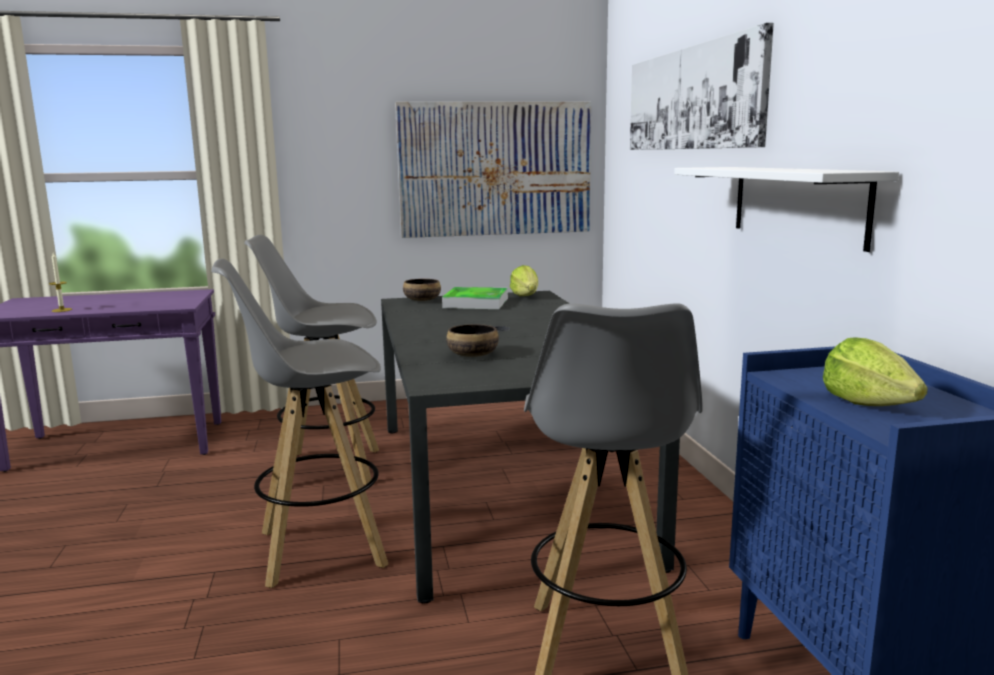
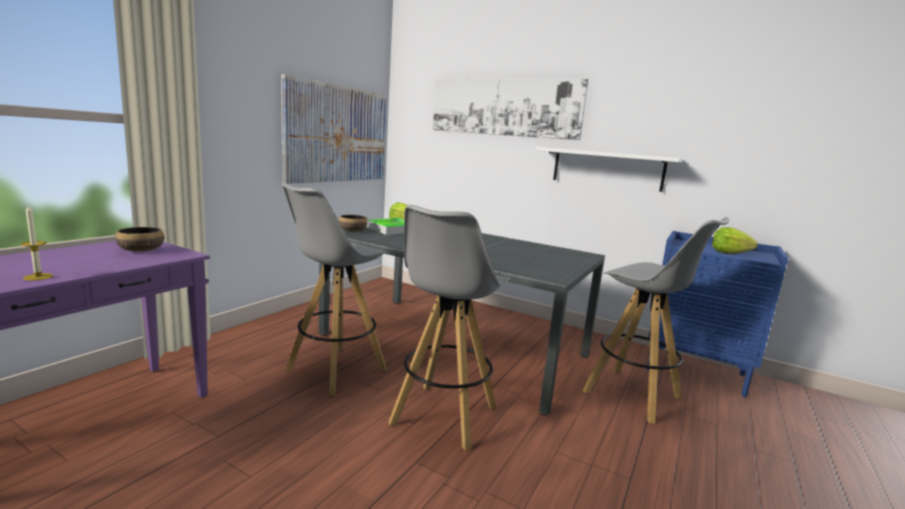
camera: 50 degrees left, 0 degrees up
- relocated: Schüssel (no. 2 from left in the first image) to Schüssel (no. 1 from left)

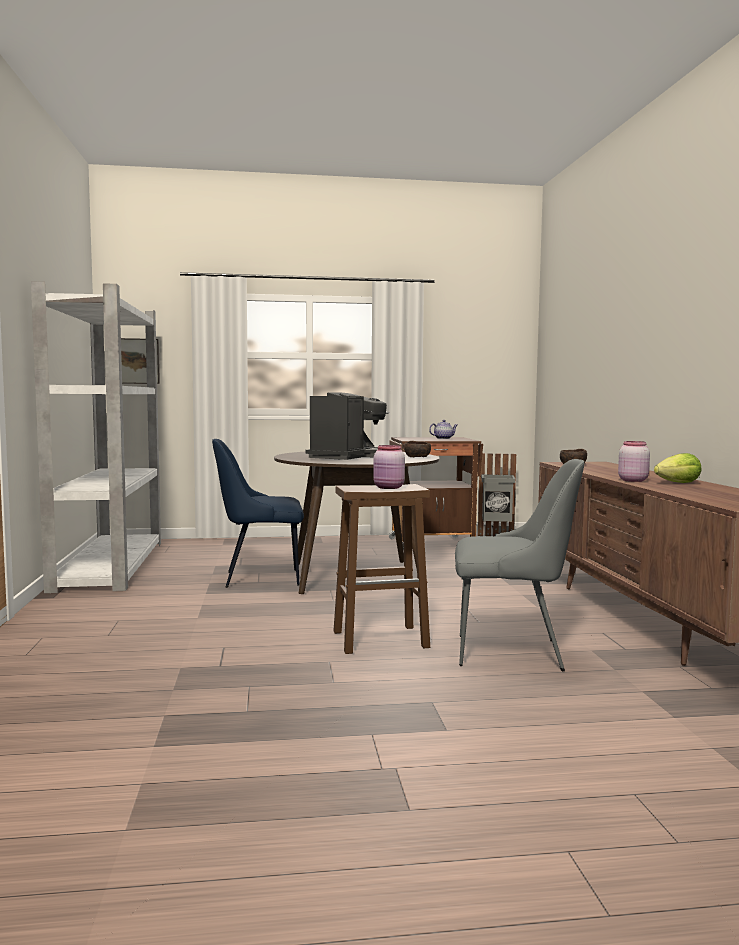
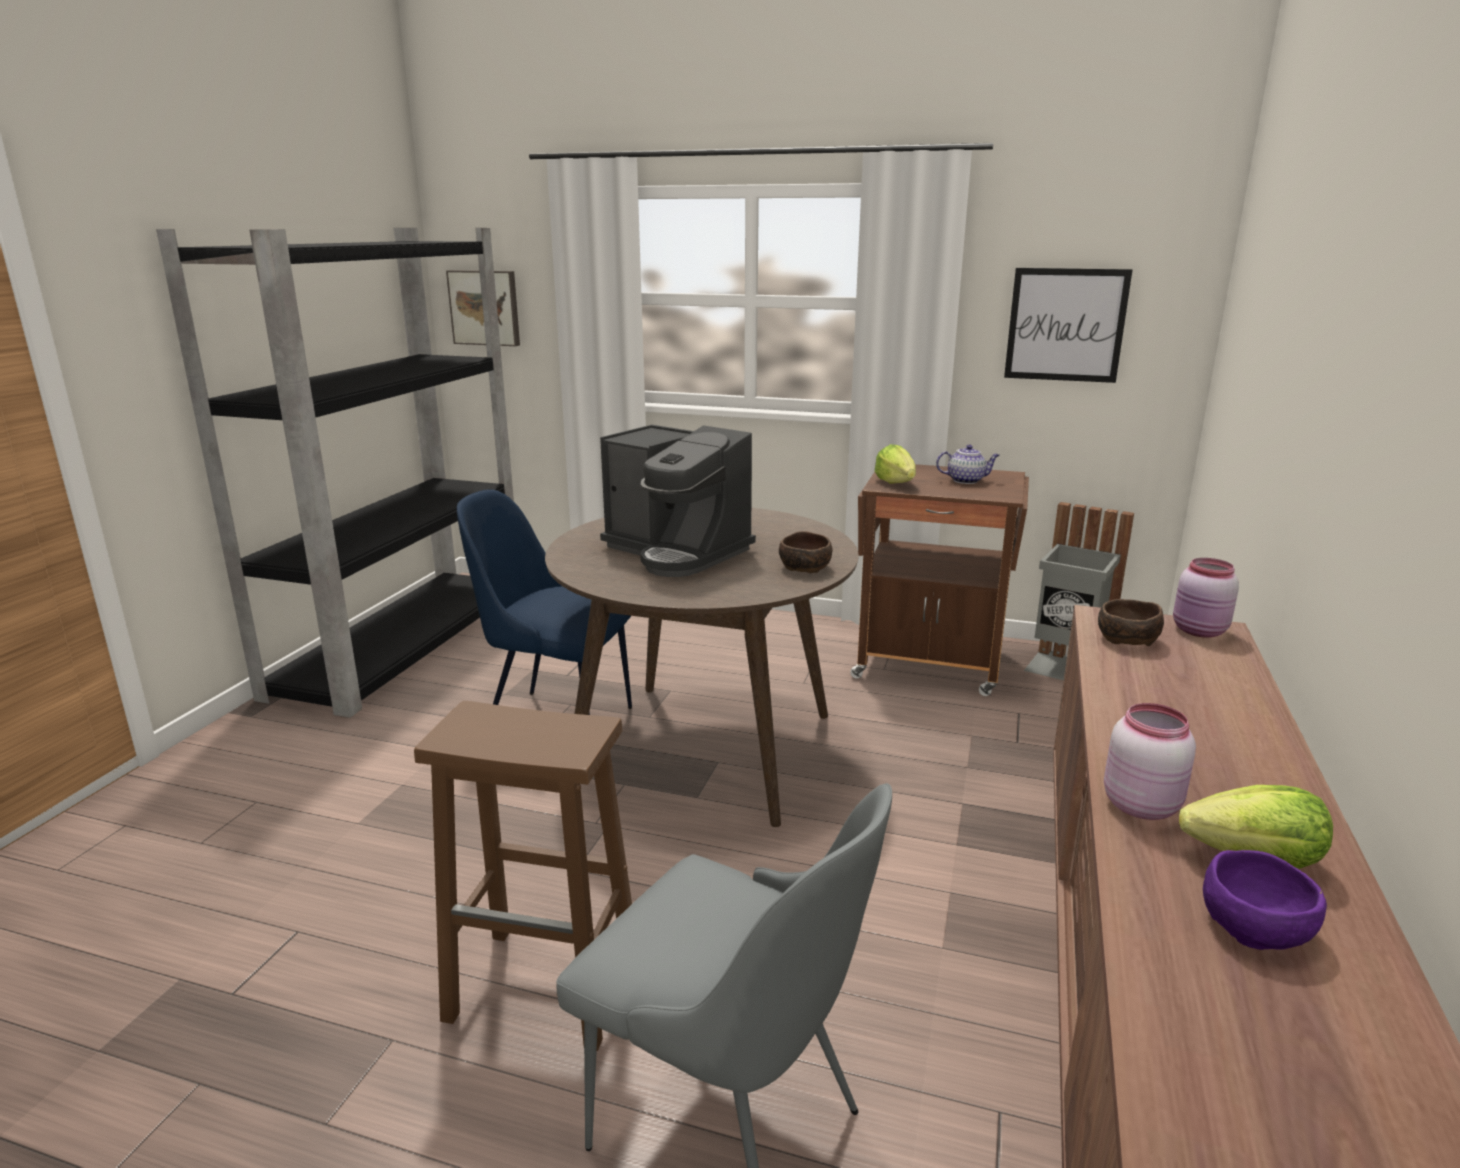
camera: 25 degrees right, 15 degrees up
- appeared: Salatkopf (no. 1 from left)
- appeared: Bild (no. 2 from left)
- appeared: Schüssel [lila]
- relocated: Vorratsglas [rosa] (no. 1 from left in the first image) to Vorratsglas [rosa] (no. 2 from left)
- colour: Bücherregal [weiß] to Bücherregal [schwarz]
- spun: Kaffeemaschine 75 degrees clockwise

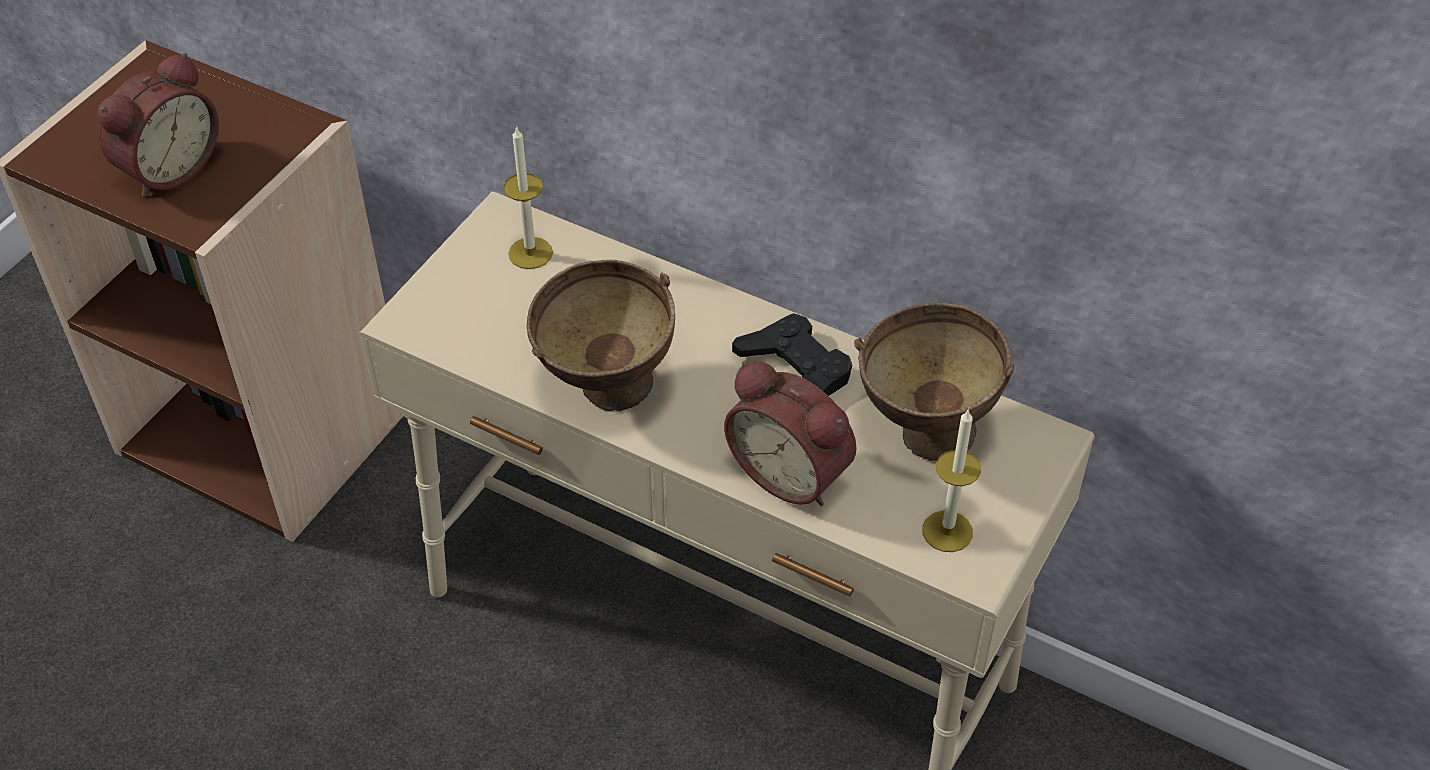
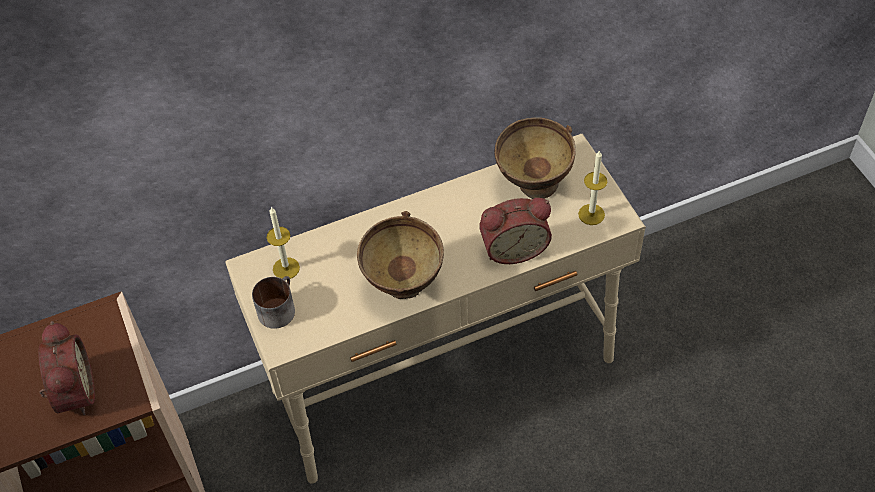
camera: 50 degrees left, 5 degrees up
- missing: Gamepad [schwarz]
- appeared: Henkelbecher

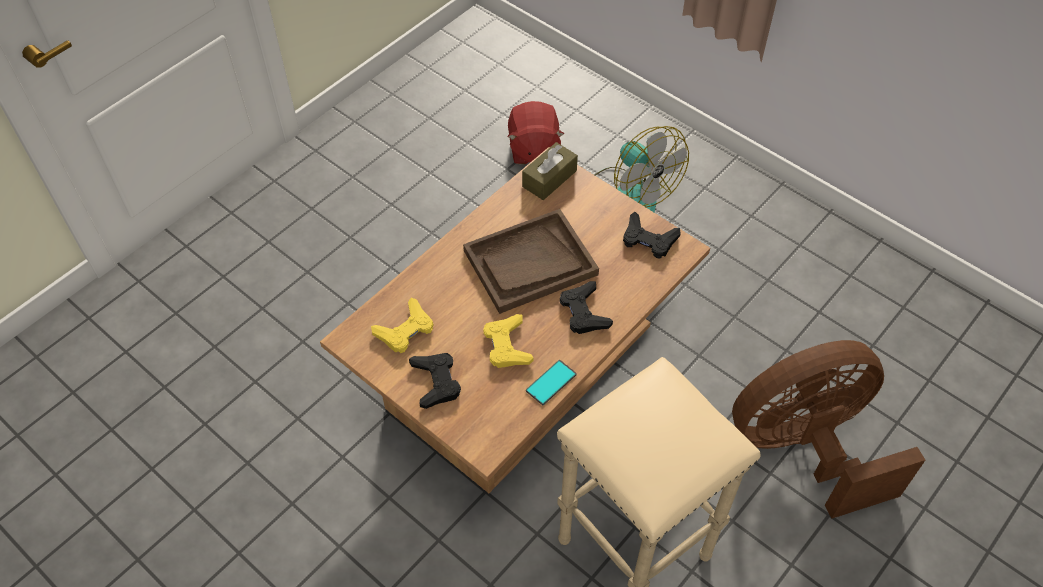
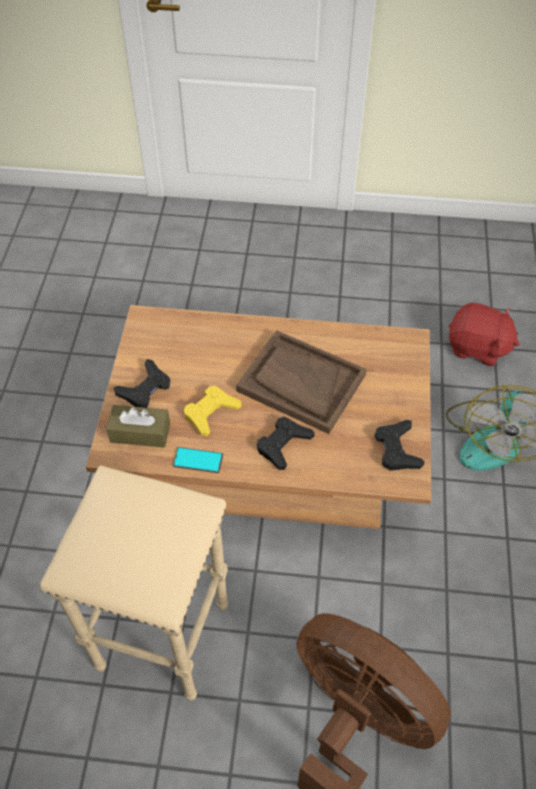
camera: 55 degrees right, 0 degrees up
- missing: Gamepad [gelb] (no. 1 from left)
- relocated: Taschentuchbox [braun]
- spun: Plüschtier [rot] 120 degrees counterclockwise

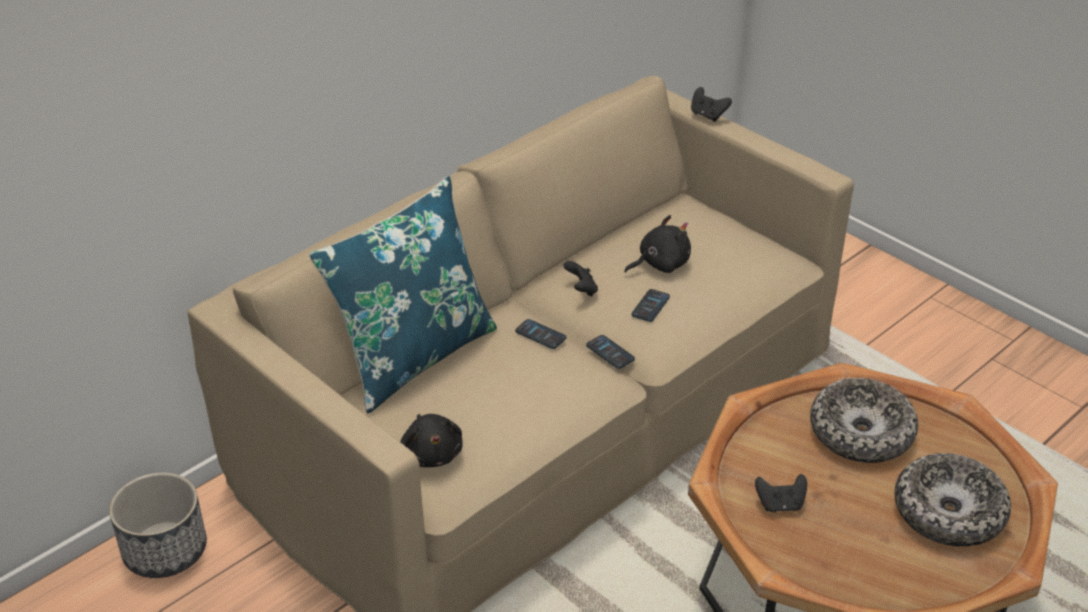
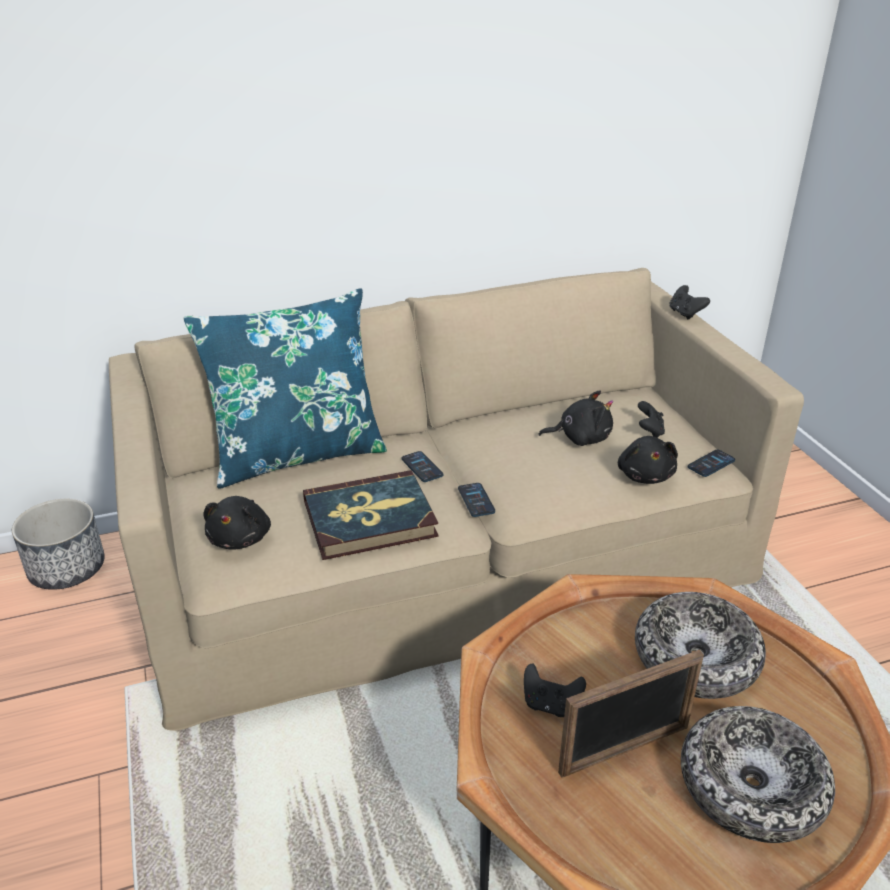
camera: 25 degrees right, 5 degrees down
- appeared: Buch
- appeared: Bilderrahmen
- appeared: Plüschtier [schwarz] (no. 3 from left)
- relocated: Gamepad [schwarz] (no. 1 from left in the first image) to Gamepad [schwarz] (no. 2 from left)
- relocated: Handy (no. 3 from left)

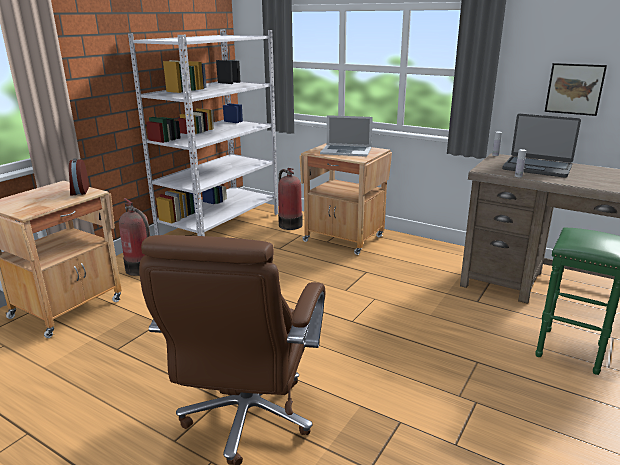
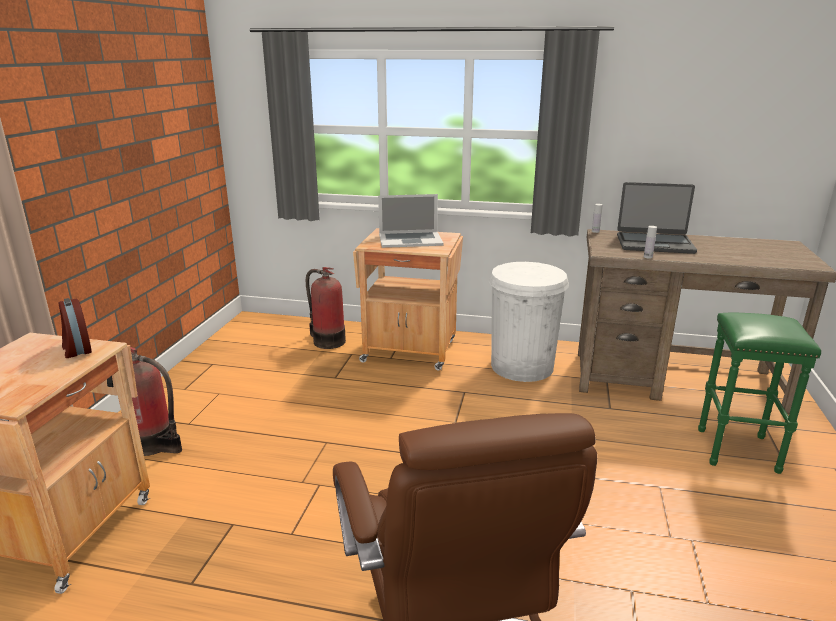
camera: 20 degrees left, 0 degrees up
- missing: Bücherregal [weiß]
- missing: Bild
- appeared: Mülleimer [weiß]

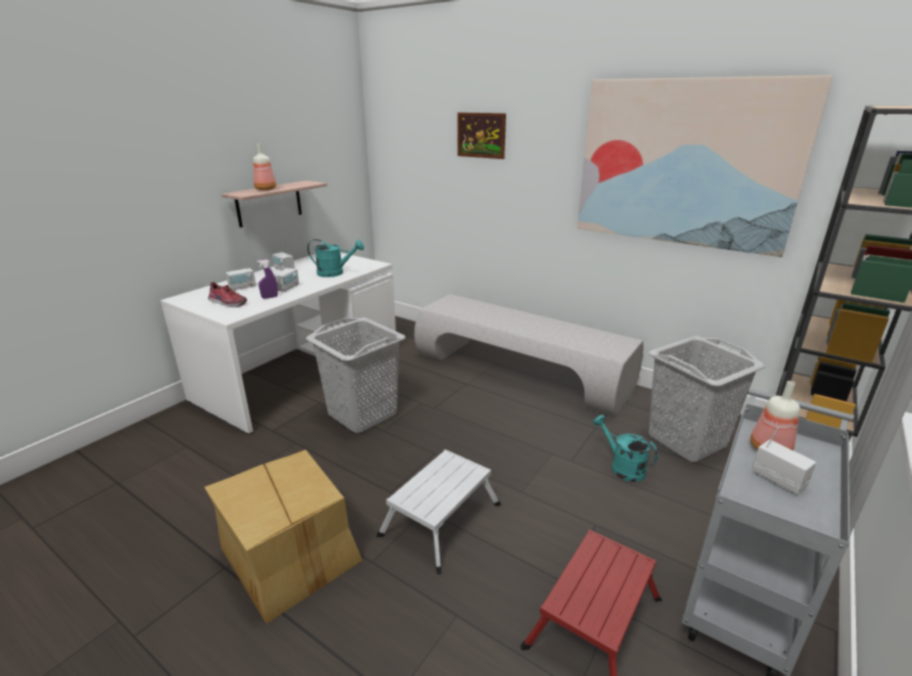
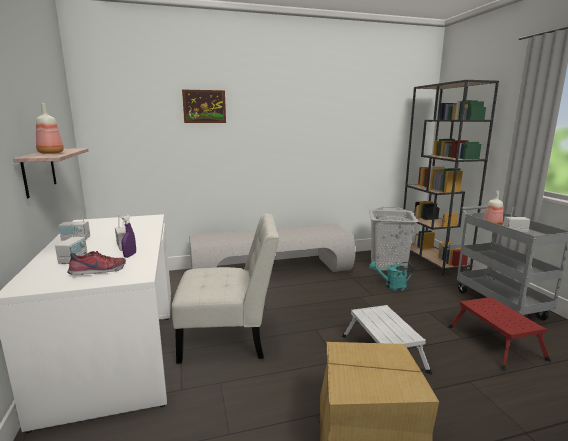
camera: 50 degrees left, 10 degrees down
- missing: Gießkanne [türkis] (no. 1 from left)
- missing: Bild (no. 2 from left)
- exchanged: Wäschekorb [grau] (no. 1 from left) to Stuhl [weiß]

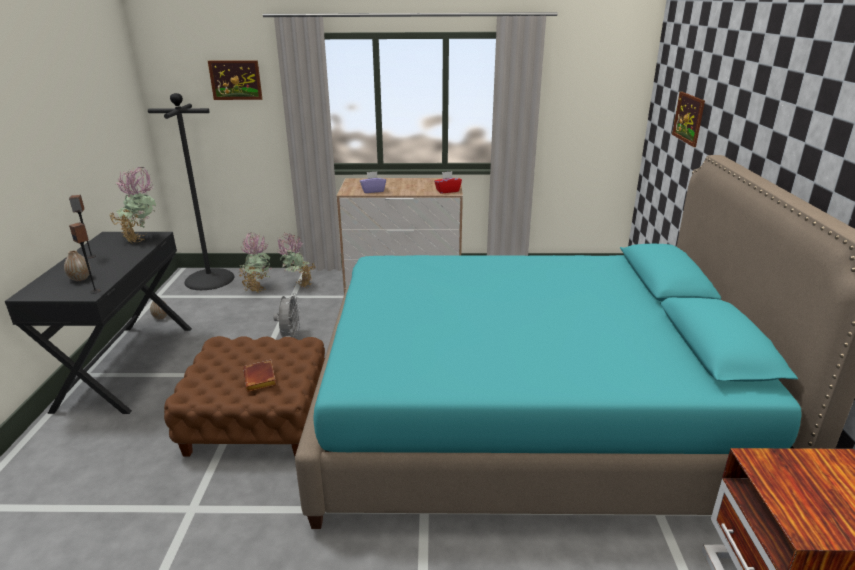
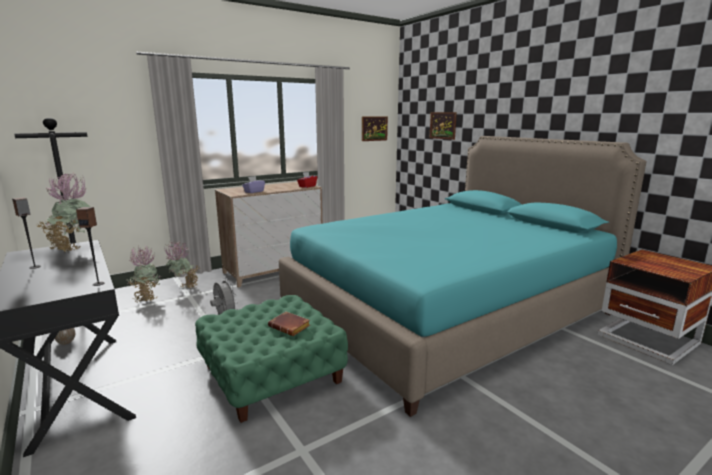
camera: 35 degrees left, 10 degrees down
- missing: Vase (no. 1 from left)
- relocated: Bild (no. 1 from left)
- colour: Polsterhocker [braun] to Polsterhocker [grün]

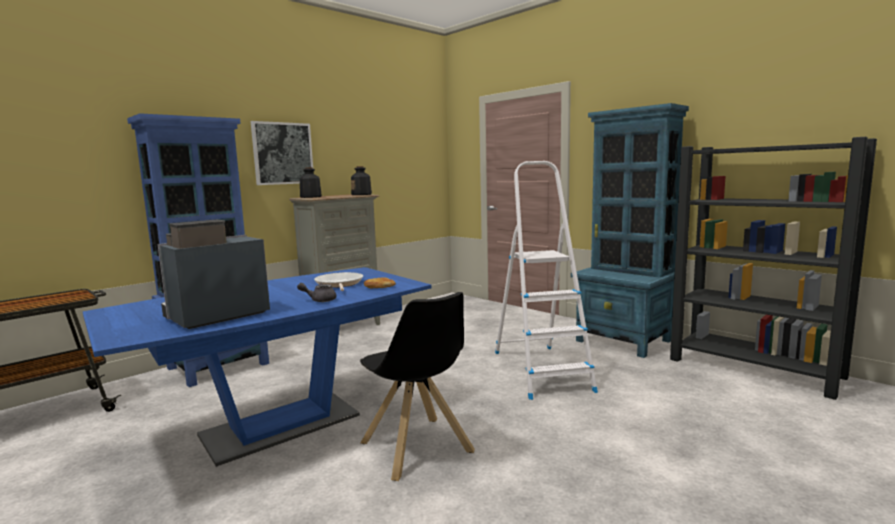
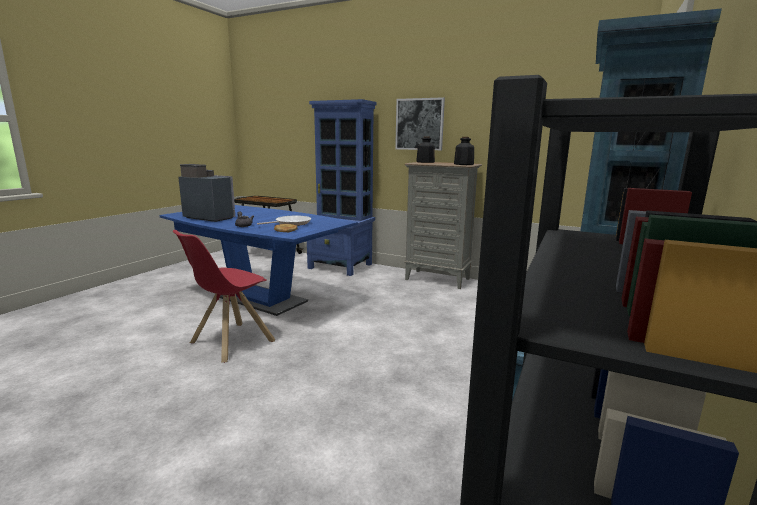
camera: 70 degrees right, 5 degrees up
- missing: Trittleiter [weiß]
- colour: Stuhl [schwarz] to Stuhl [rot]

